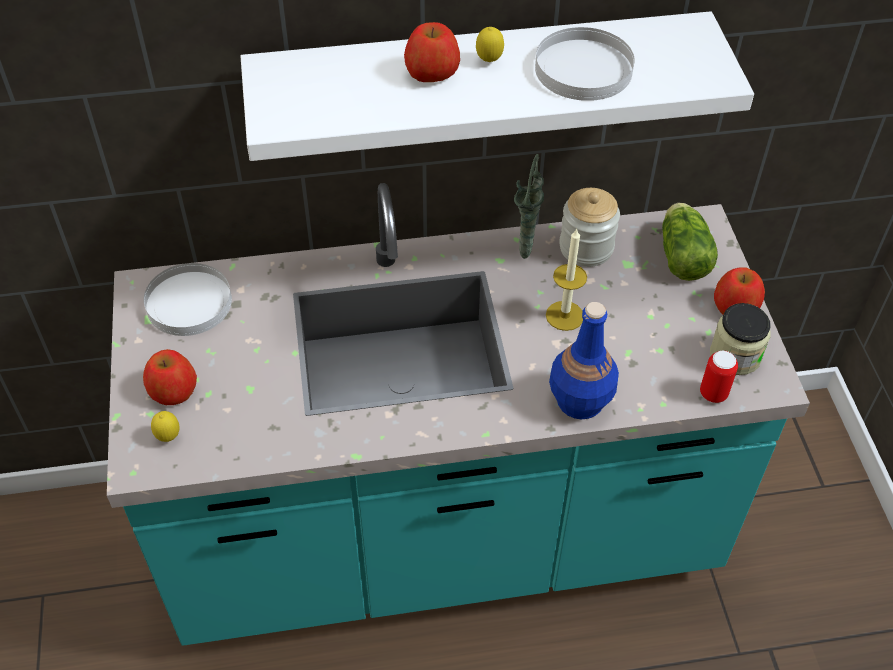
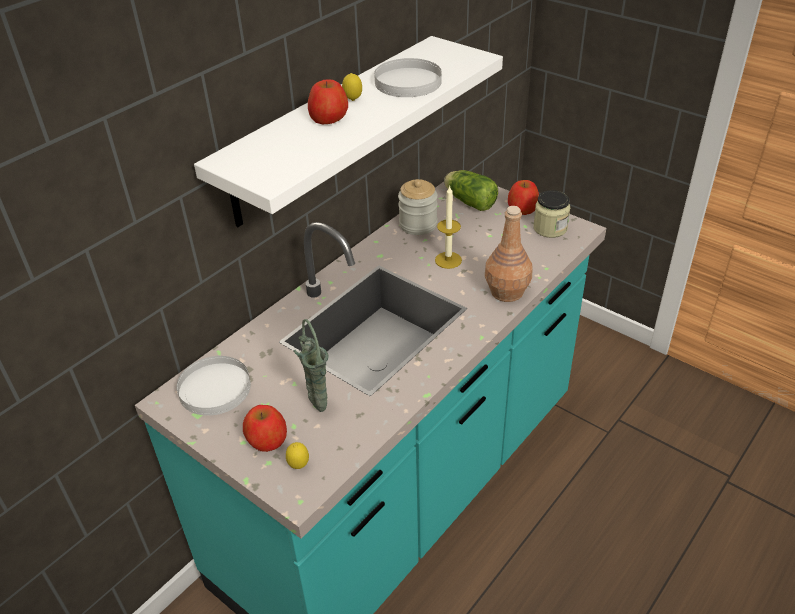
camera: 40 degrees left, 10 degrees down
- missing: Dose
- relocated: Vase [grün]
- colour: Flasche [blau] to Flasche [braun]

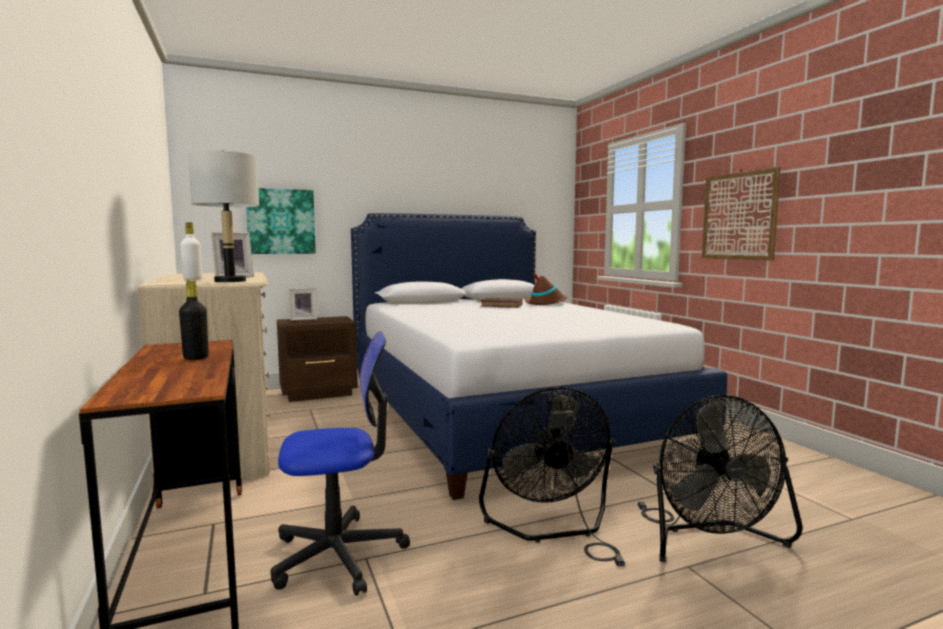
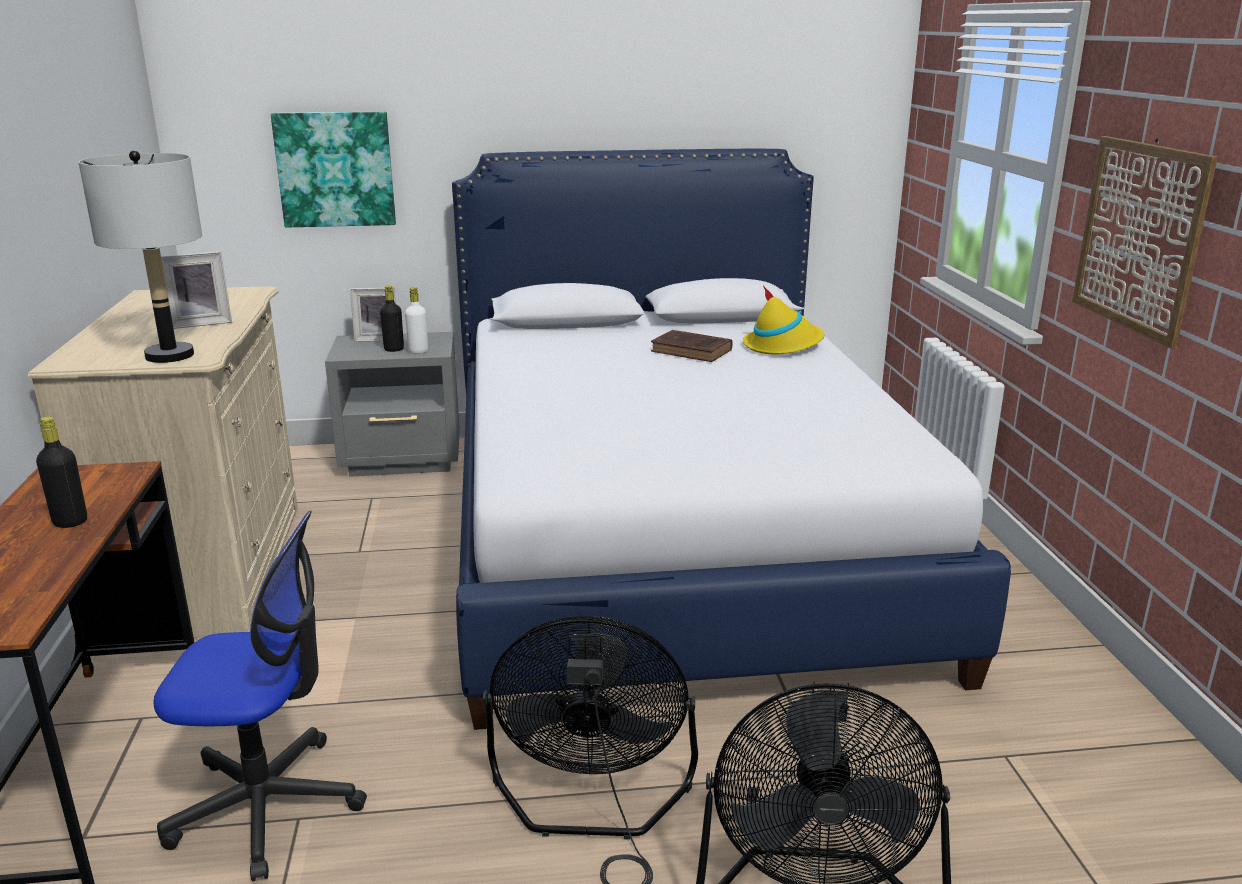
camera: 15 degrees right, 15 degrees up
- appeared: Flasche [schwarz] (no. 2 from left)
- relocated: Flasche [weiß]
- colour: Nachttisch [braun] to Nachttisch [grau]
- colour: Hut [braun] to Hut [gelb]

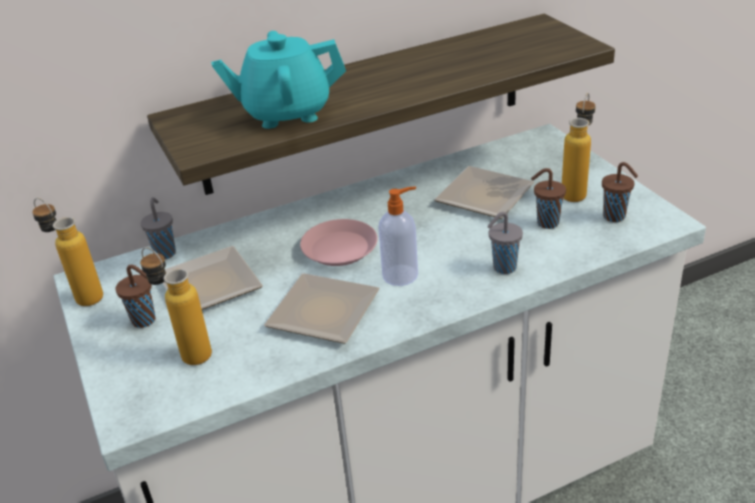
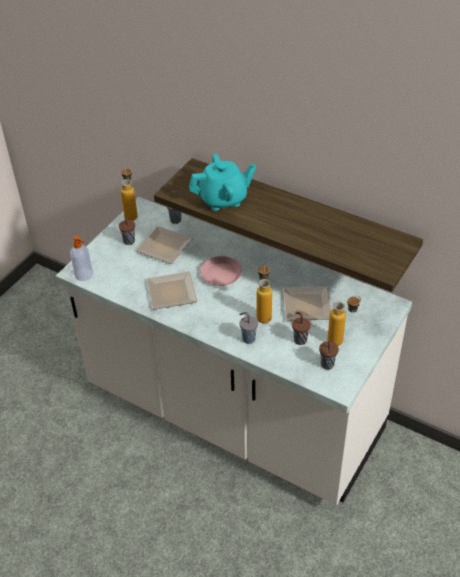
camera: 55 degrees right, 10 degrees up
- relocated: Flasche (no. 2 from left)
- relocated: Seifenspender
- spun: Teekanne [türkis] 120 degrees clockwise

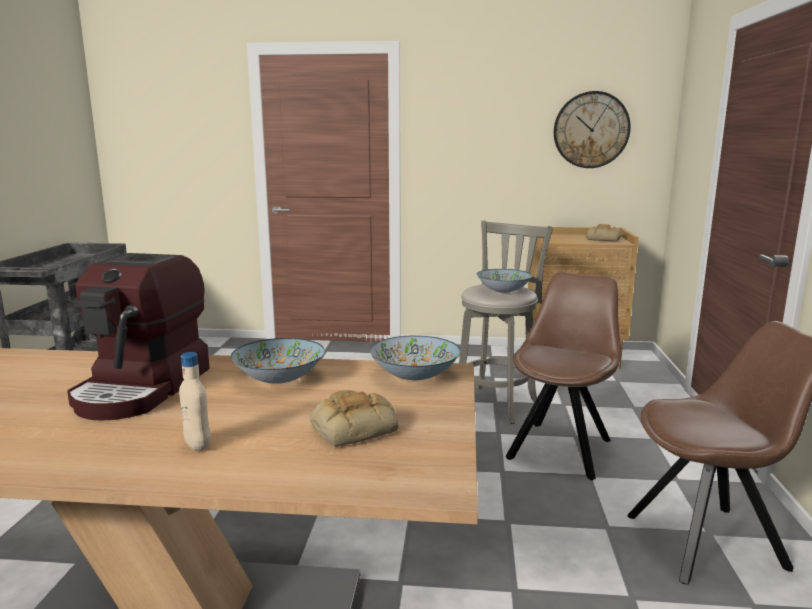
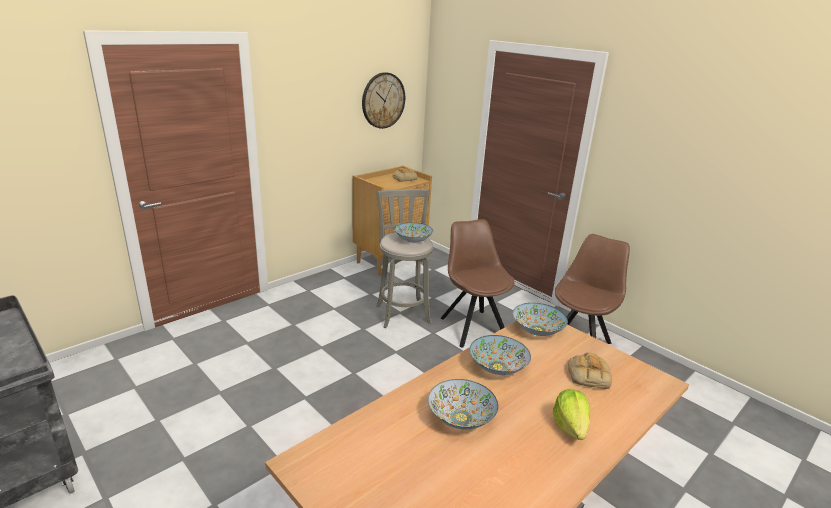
camera: 50 degrees left, 10 degrees up
- exchanged: Kaffeemaschine to Schüssel (no. 2 from left)
- exchanged: Flasche [beige] to Salatkopf

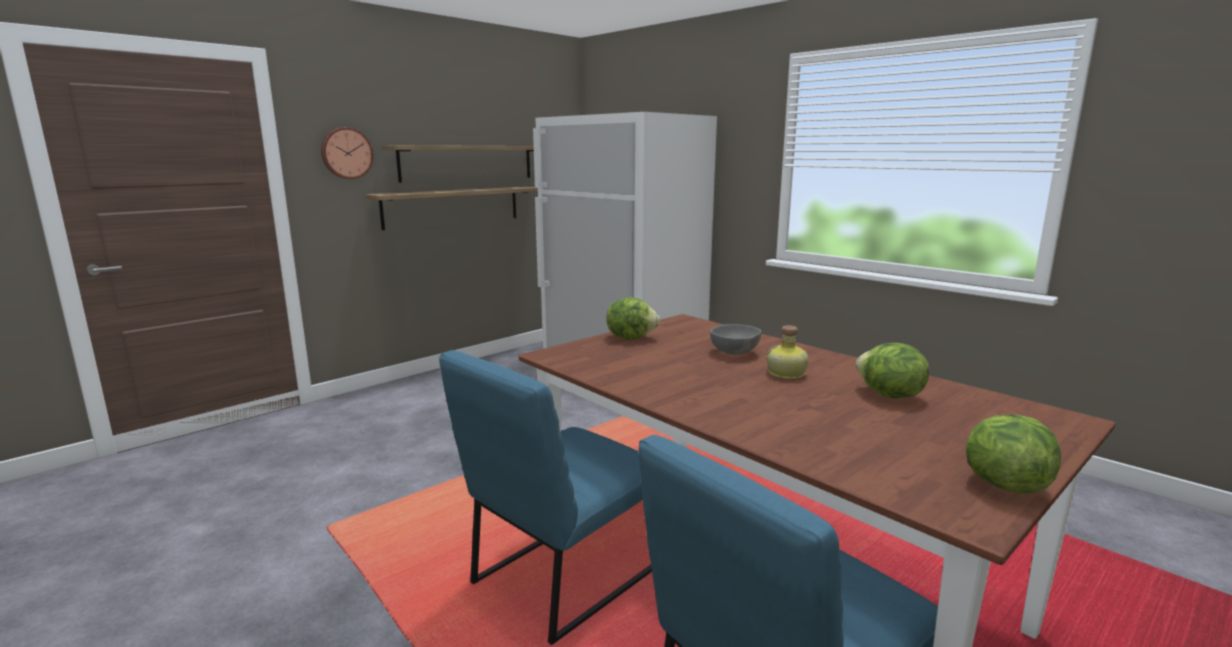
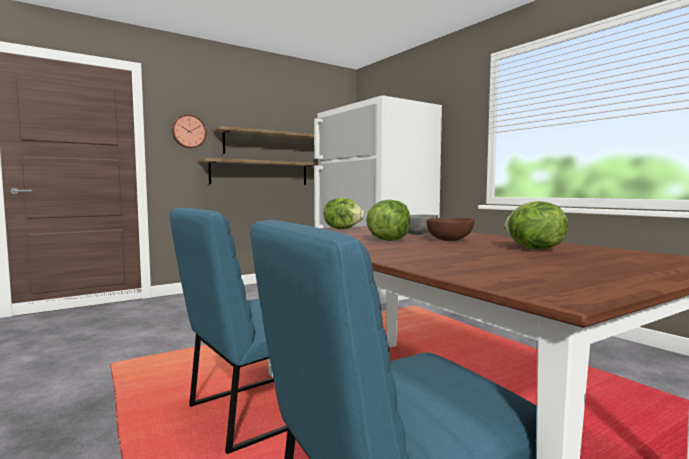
camera: 10 degrees right, 10 degrees down
- relocated: Salatkopf (no. 3 from left in the first image) to Salatkopf (no. 2 from left)
- exchanged: Flasche to Schüssel [braun]

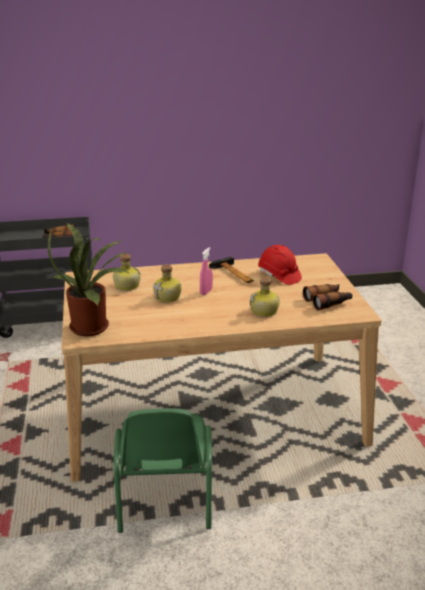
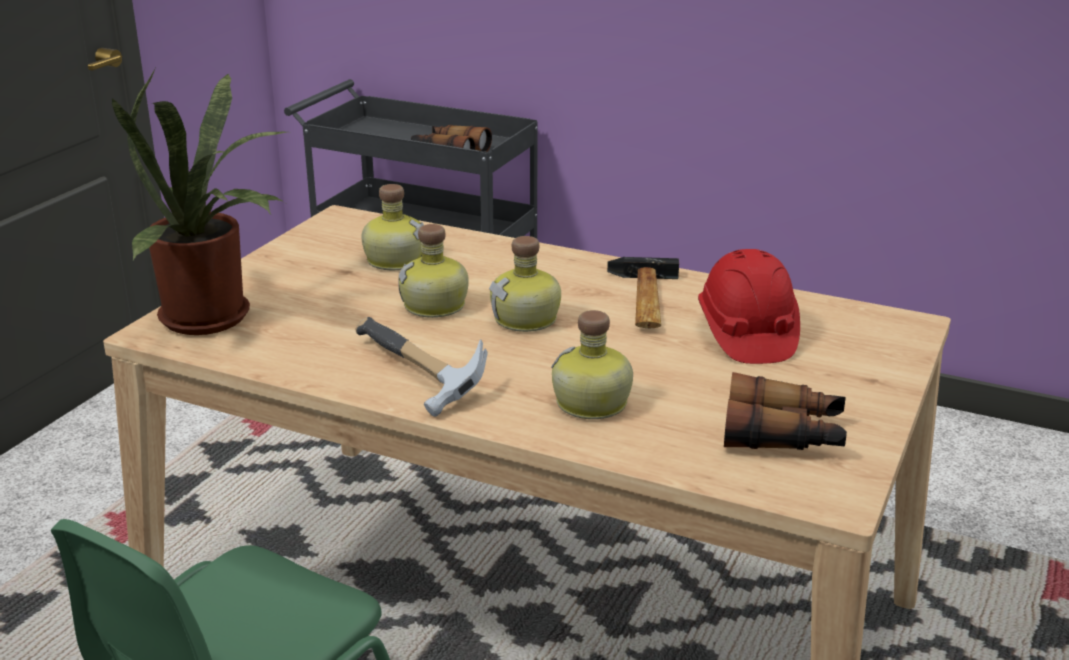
camera: 35 degrees right, 0 degrees up
- appeared: Hammer (no. 1 from left)
- exchanged: Sprühflasche [rosa] to Flasche (no. 3 from left)

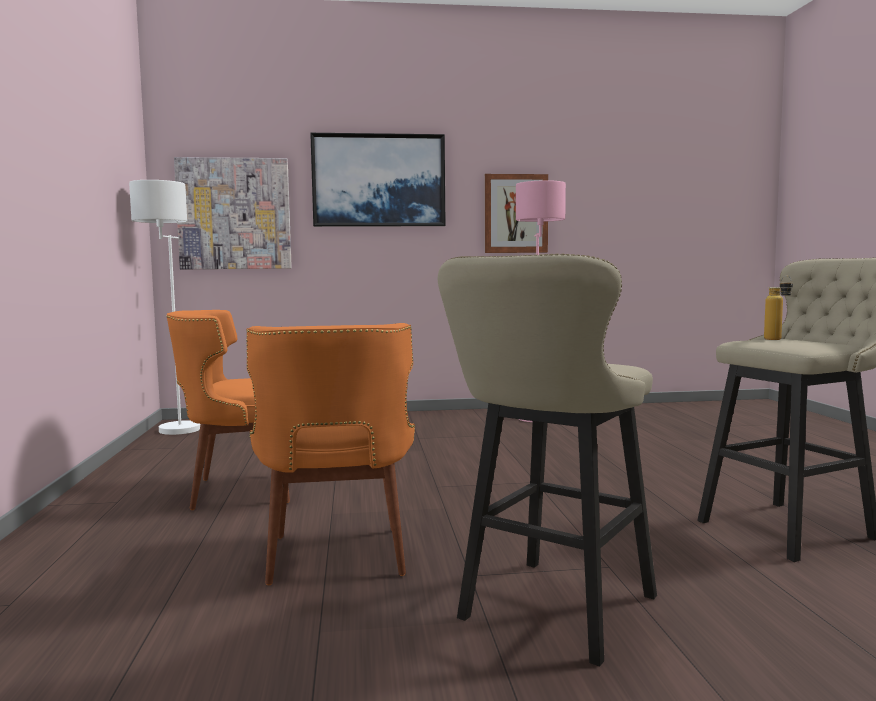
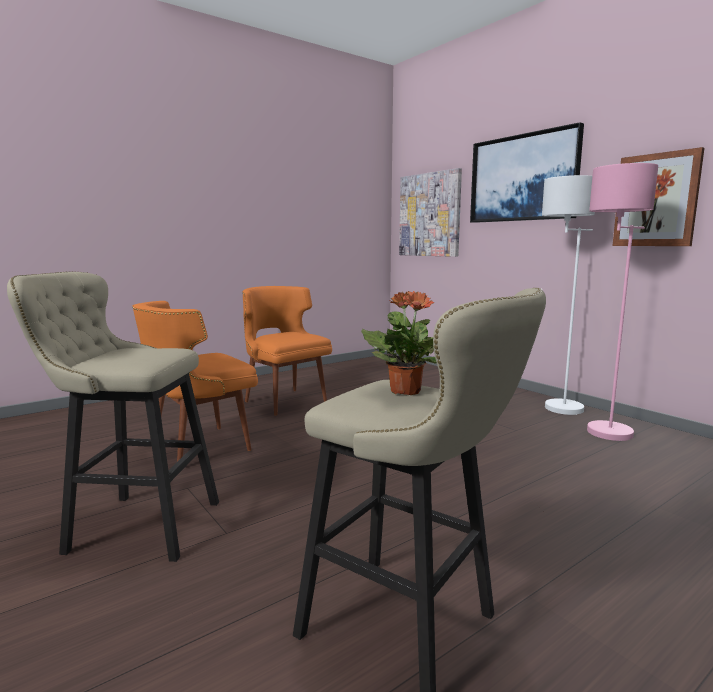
camera: 60 degrees right, 5 degrees up
- relocated: Stehlampe [weiß]
- exchanged: Flasche to Topfpflanze

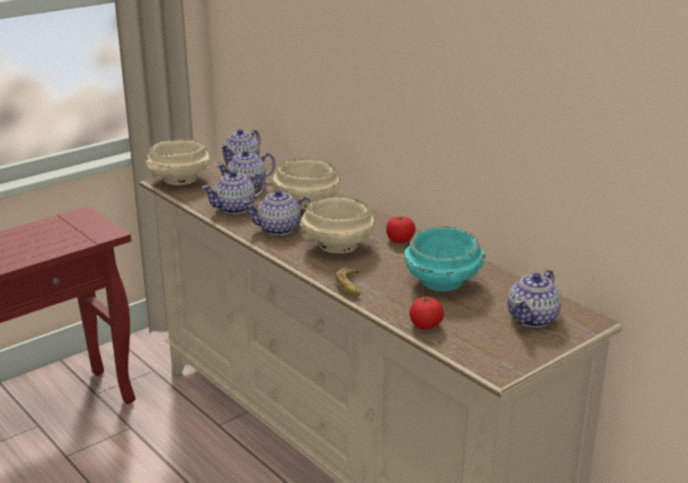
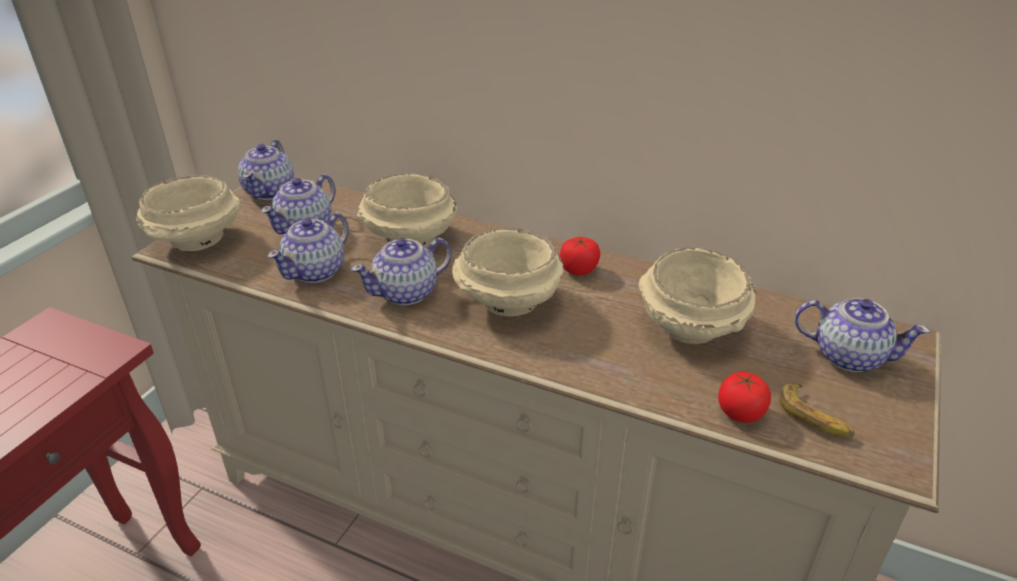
camera: 25 degrees left, 10 degrees up
- relocated: Banane
- colour: Schüssel [türkis] to Schüssel [beige] (no. 4 from left)
- spun: Teekanne (no. 5 from left) 75 degrees counterclockwise

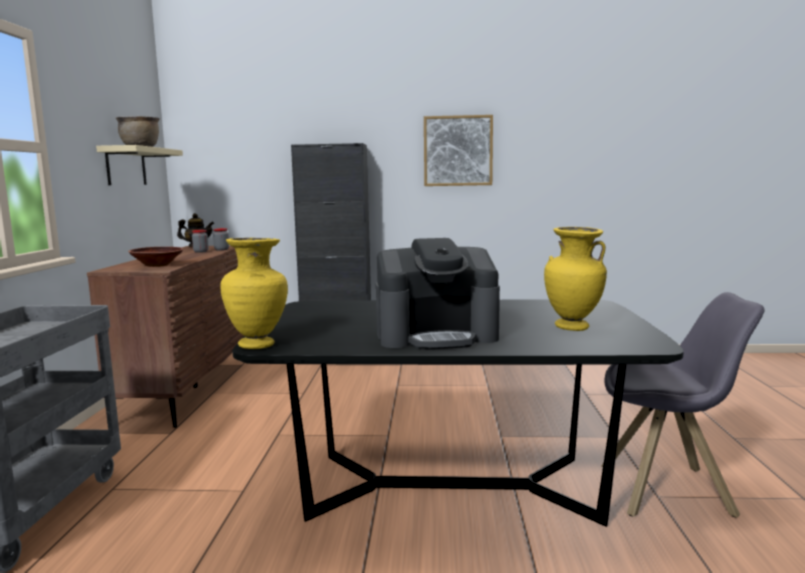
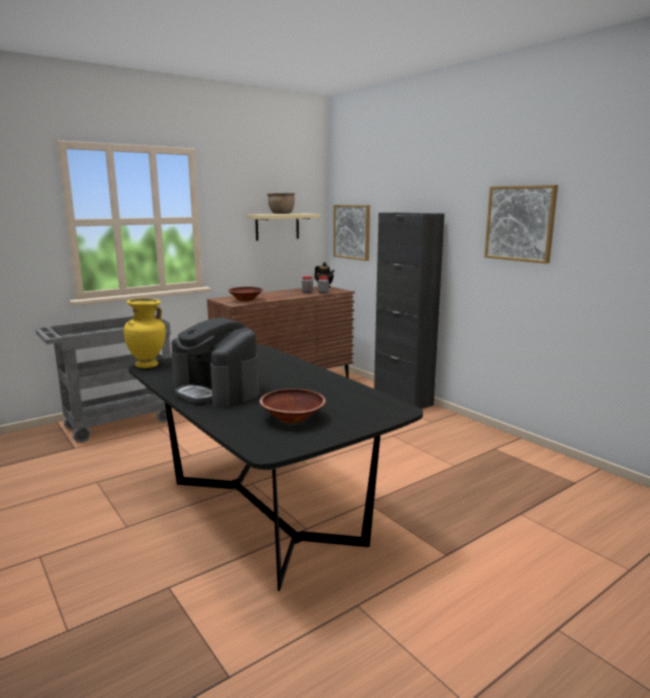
camera: 50 degrees right, 5 degrees up
- missing: Stuhl [grau]
- appeared: Bild (no. 1 from left)
- exchanged: Vase [gelb] (no. 2 from left) to Schüssel [braun] (no. 2 from left)

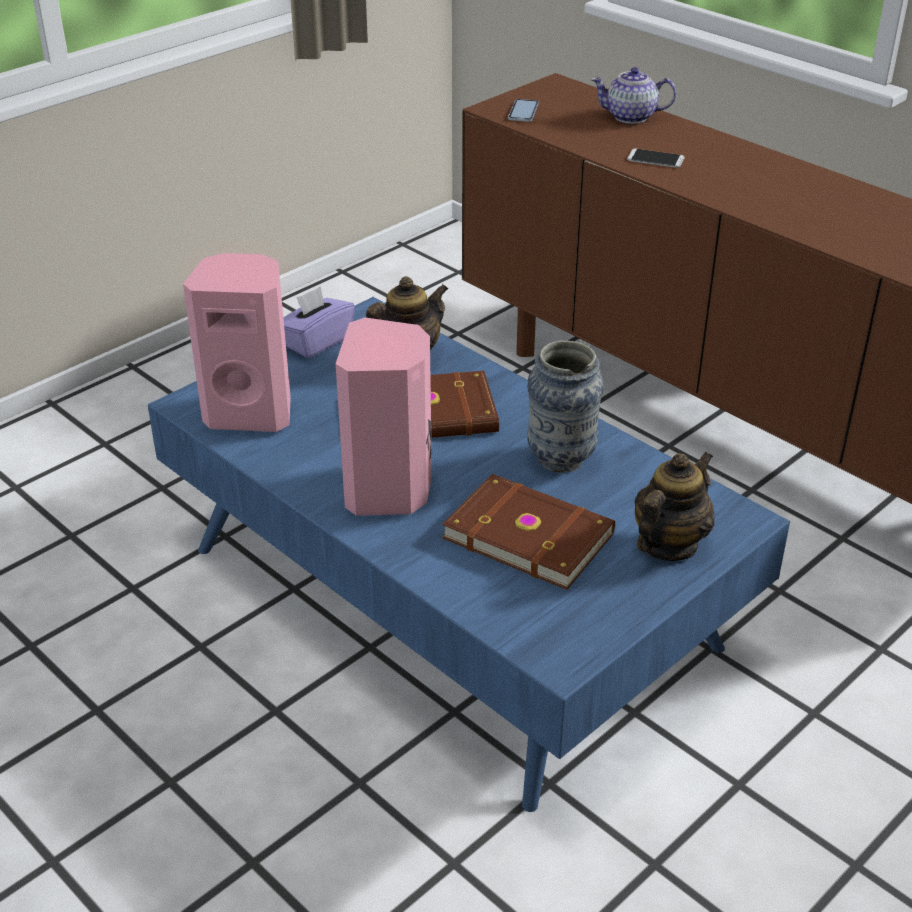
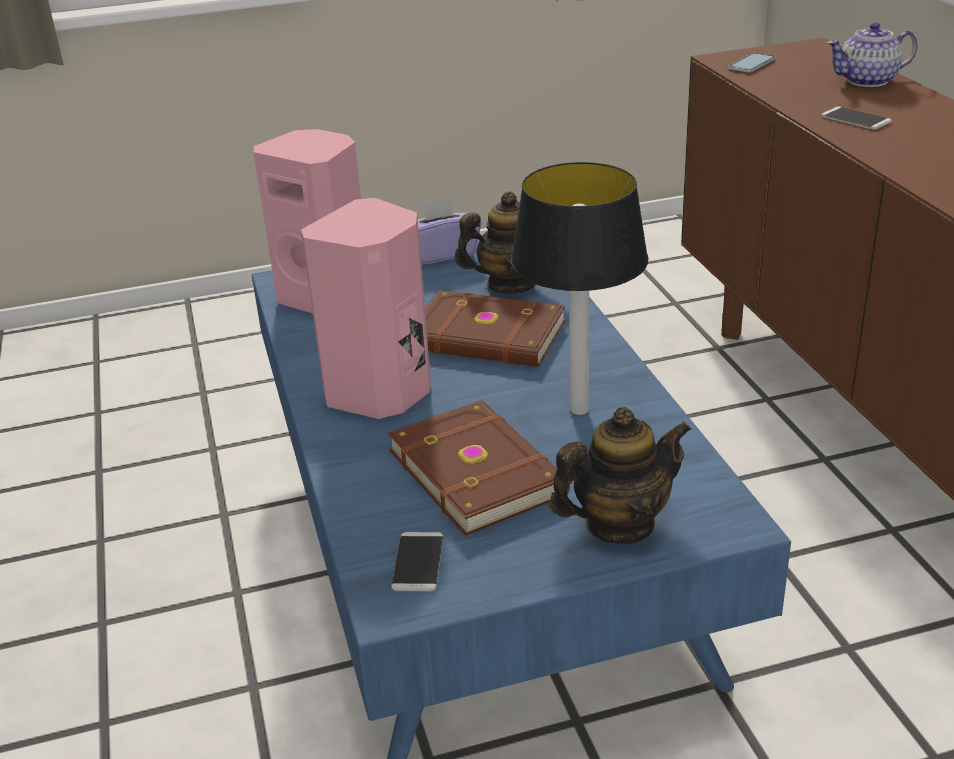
camera: 30 degrees right, 5 degrees down
- appeared: Handy (no. 1 from left)
- exchanged: Vase to Tischlampe
- spun: Teekanne (no. 2 from left in the first image) 45 degrees counterclockwise

